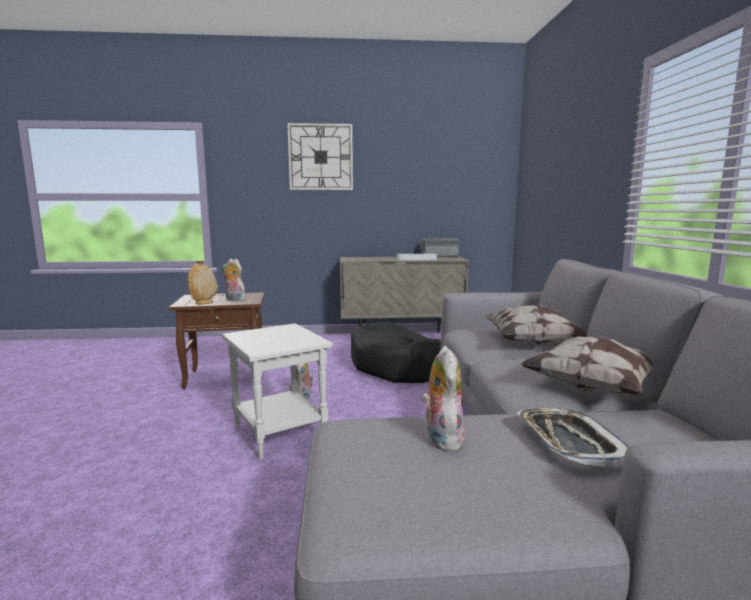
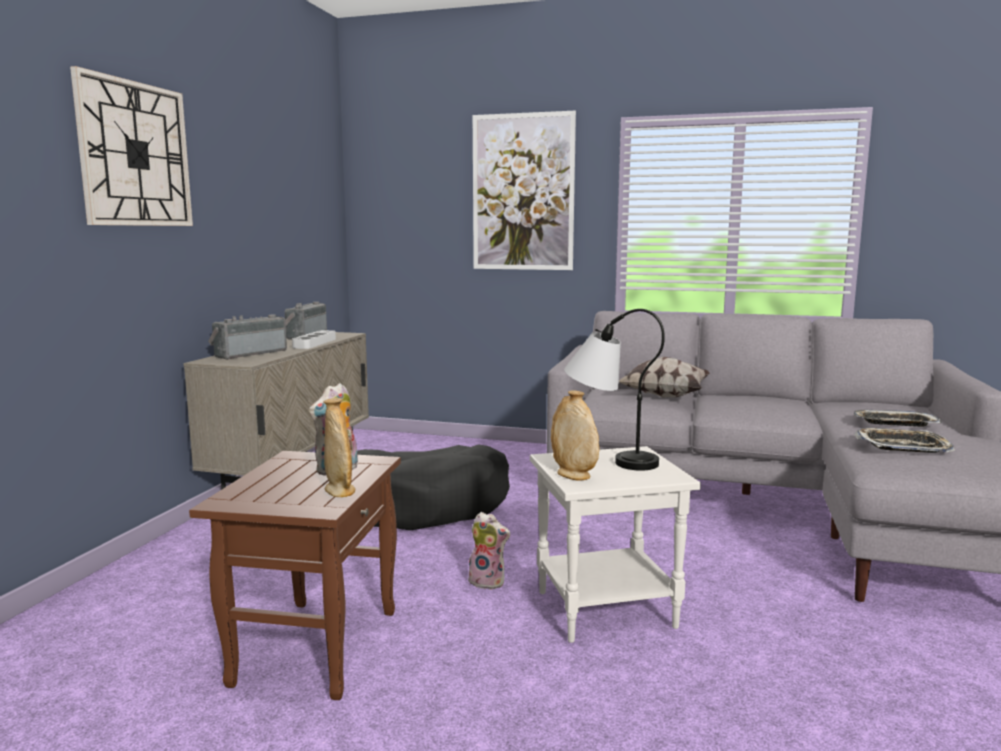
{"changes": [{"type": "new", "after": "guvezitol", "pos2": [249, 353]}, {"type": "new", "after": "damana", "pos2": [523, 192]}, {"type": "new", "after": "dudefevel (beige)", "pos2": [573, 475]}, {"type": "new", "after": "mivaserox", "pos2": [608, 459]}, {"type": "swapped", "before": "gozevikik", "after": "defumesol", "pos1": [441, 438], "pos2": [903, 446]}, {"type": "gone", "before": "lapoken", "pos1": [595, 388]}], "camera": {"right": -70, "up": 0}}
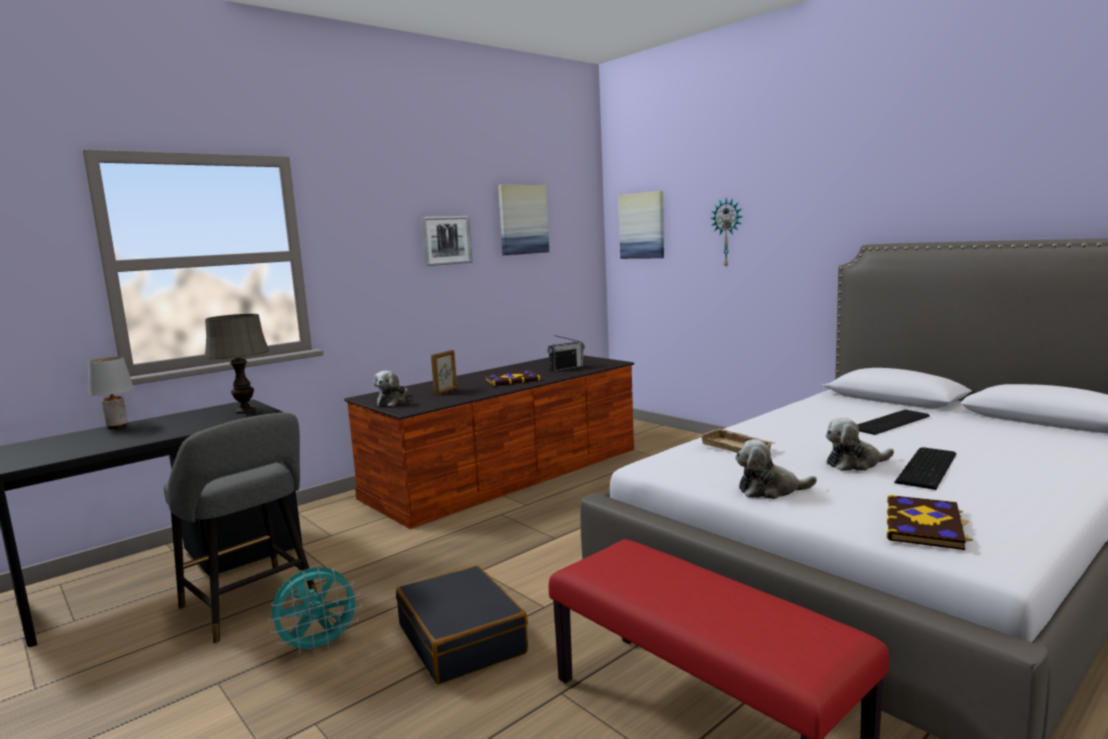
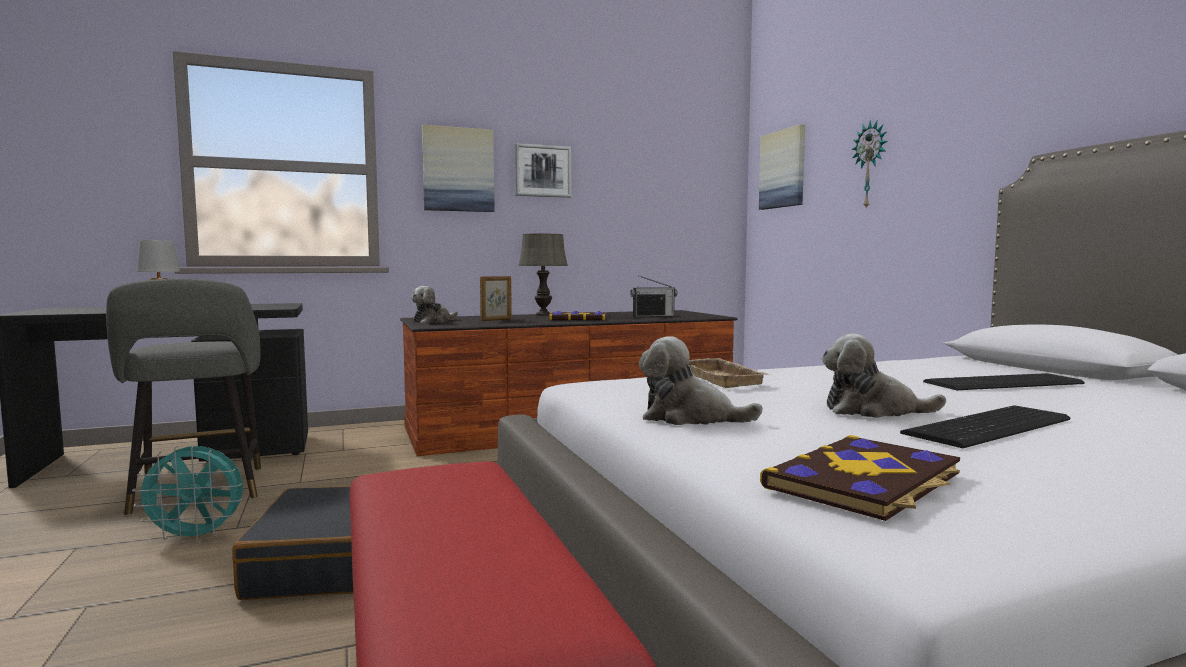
{"changes": [{"type": "shifted", "before": "damana", "pos1": [523, 219], "pos2": [458, 169]}, {"type": "shifted", "before": "mivaserox (grey)", "pos1": [245, 411], "pos2": [543, 315]}], "camera": {"right": 20, "up": -5}}
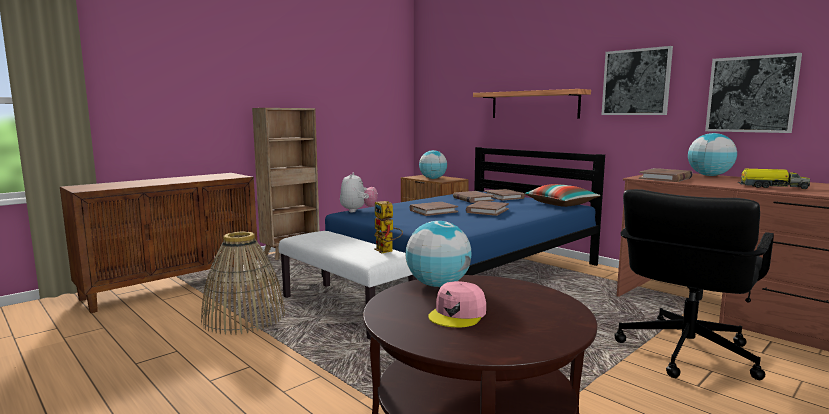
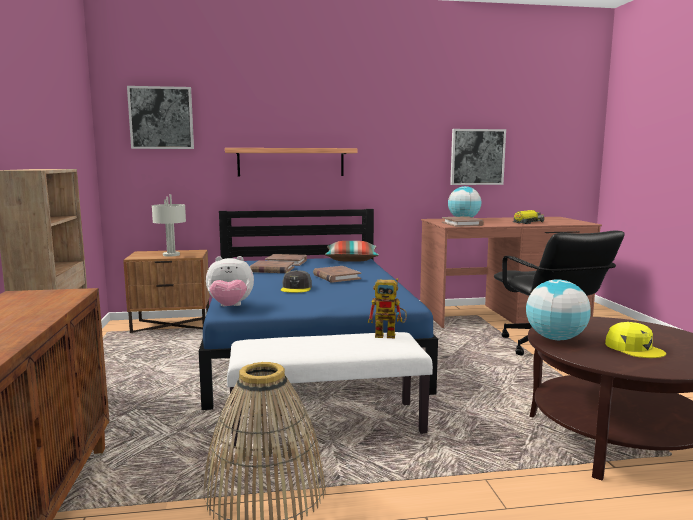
{"changes": [{"type": "shifted", "before": "damana", "pos1": [636, 82], "pos2": [161, 118]}, {"type": "swapped", "before": "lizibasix", "after": "mivaserox (grey)", "pos1": [433, 178], "pos2": [171, 255]}, {"type": "rotated", "before": "gozevikik", "pos1": [358, 211], "pos2": [230, 307], "turn": 135}, {"type": "swapped", "before": "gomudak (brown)", "after": "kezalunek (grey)", "pos1": [433, 211], "pos2": [296, 288]}, {"type": "repainted", "before": "kezalunek (pink)", "after": "kezalunek (yellow)", "pos1": [458, 314], "pos2": [634, 348]}], "camera": {"right": -55, "up": 0}}
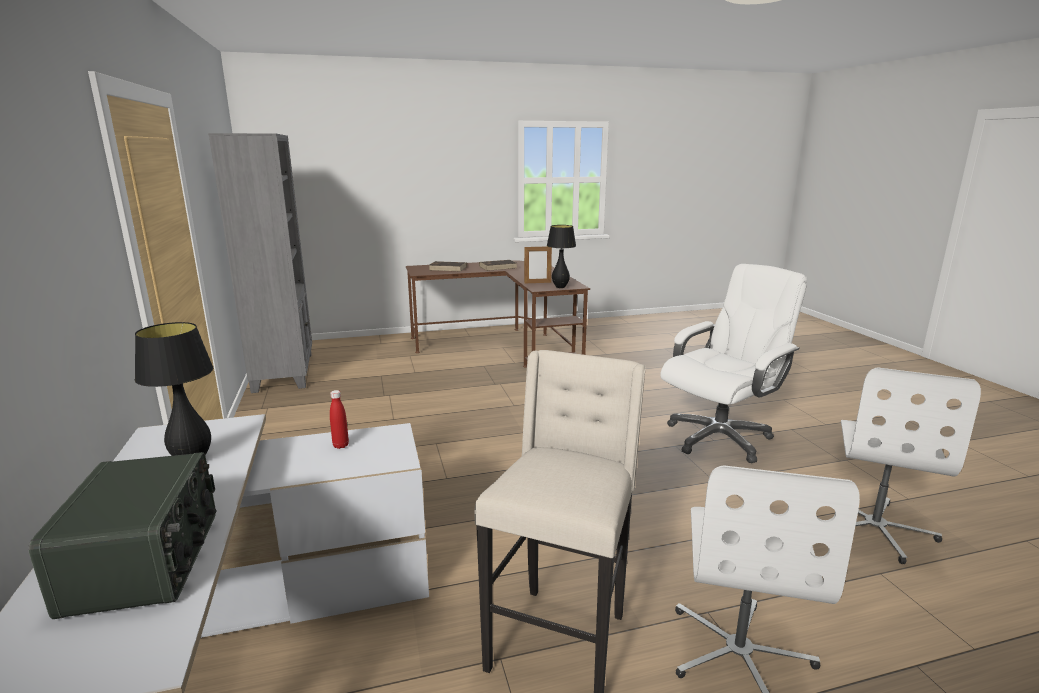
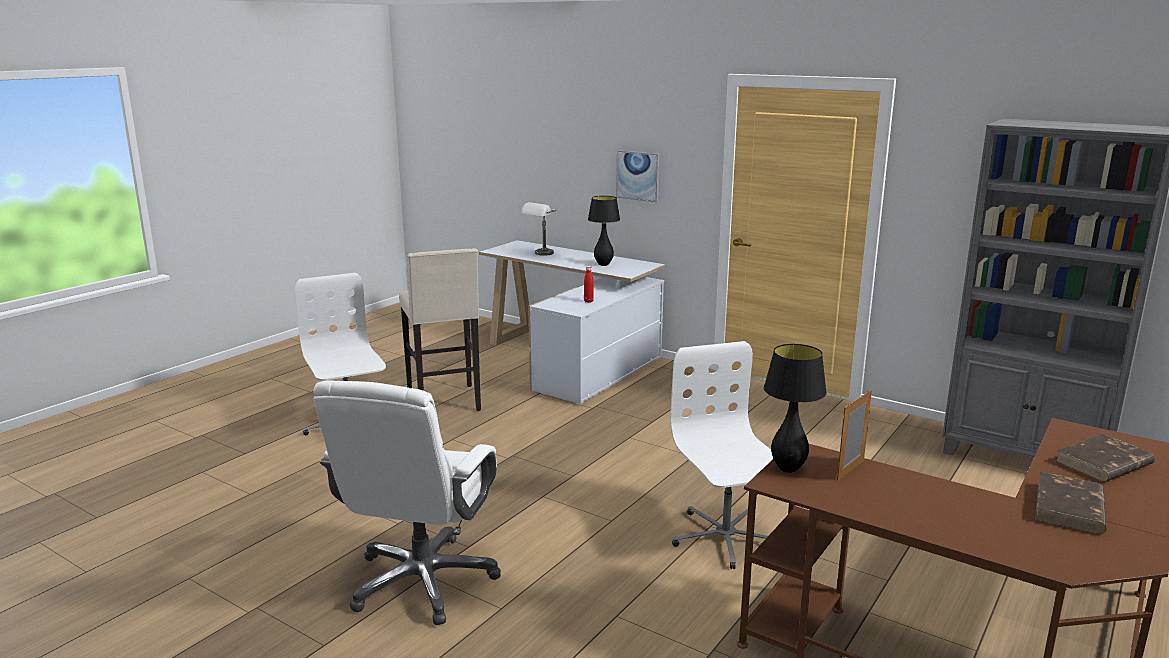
{"changes": [{"type": "swapped", "before": "guvezitol", "after": "mivaserox (grey)", "pos1": [148, 561], "pos2": [540, 254]}, {"type": "new", "after": "damana", "pos2": [638, 175]}, {"type": "shifted", "before": "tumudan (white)", "pos1": [875, 528], "pos2": [725, 538]}], "camera": {"right": 140, "up": 0}}
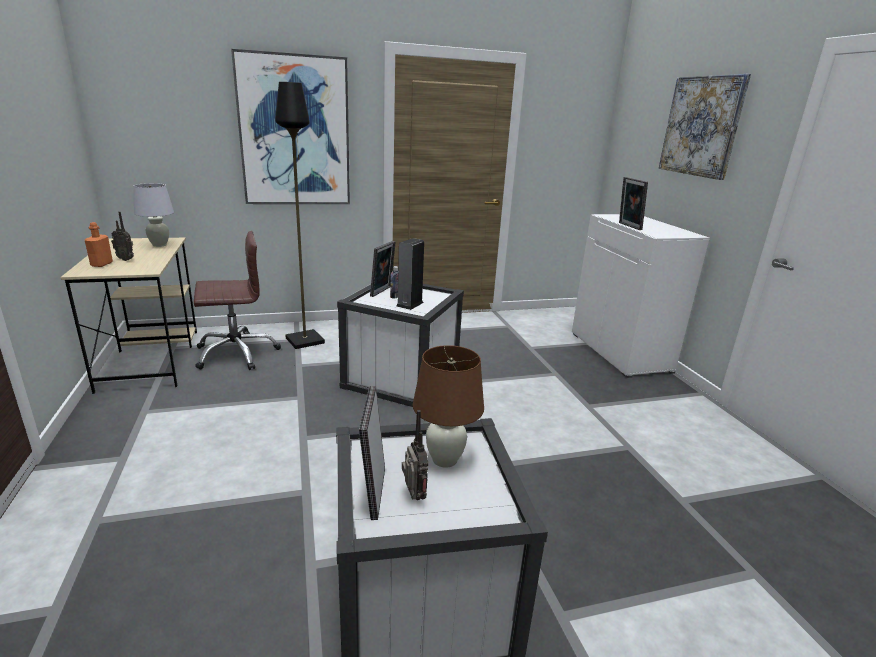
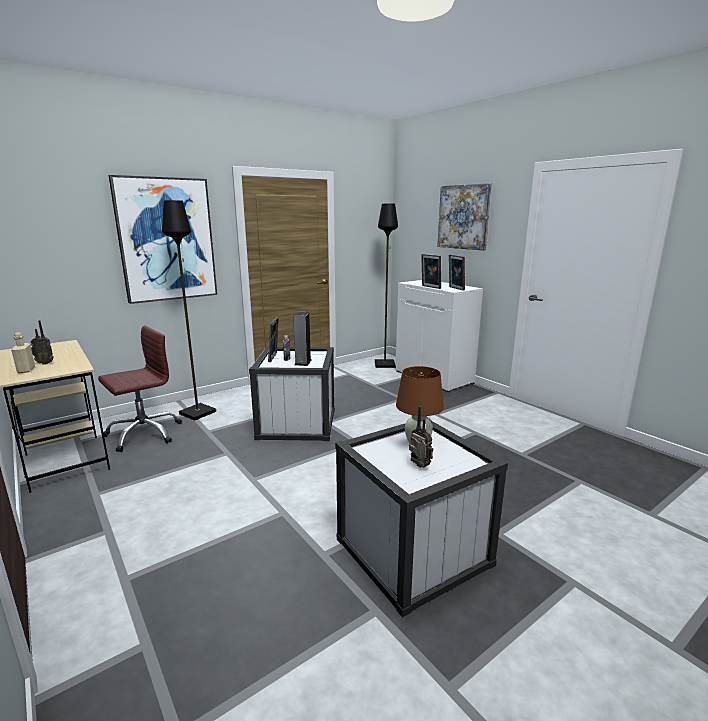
{"changes": [{"type": "repainted", "before": "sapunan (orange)", "after": "sapunan (beige)", "pos1": [101, 264], "pos2": [26, 370]}, {"type": "new", "after": "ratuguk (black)", "pos2": [385, 364]}, {"type": "shifted", "before": "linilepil", "pos1": [373, 492], "pos2": [455, 288]}, {"type": "gone", "before": "mivaserox (white)", "pos1": [159, 245]}], "camera": {"right": -20, "up": -5}}
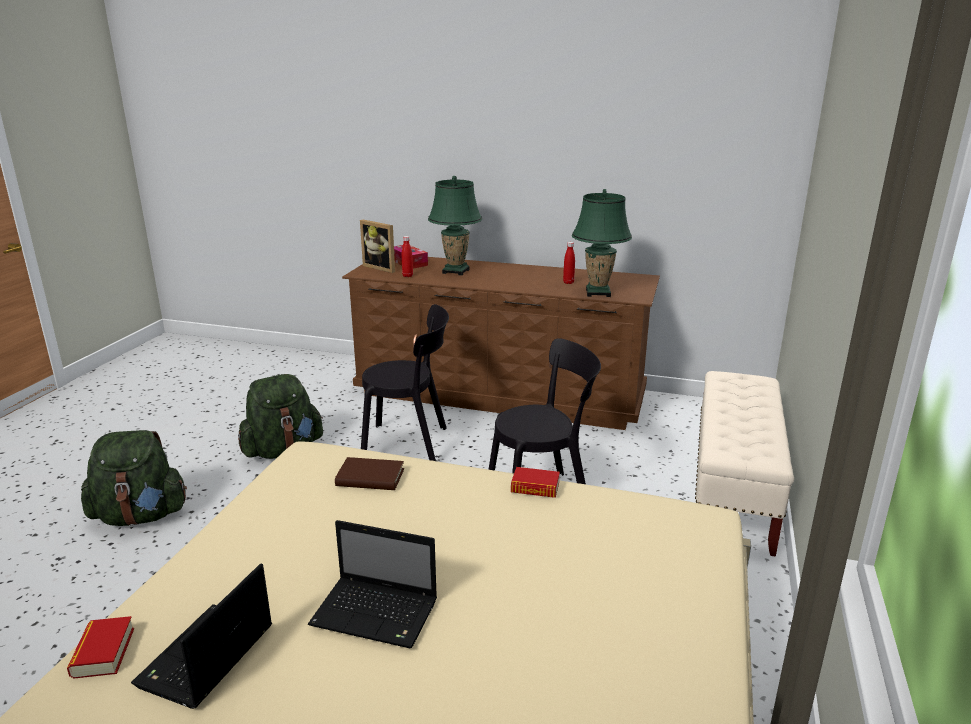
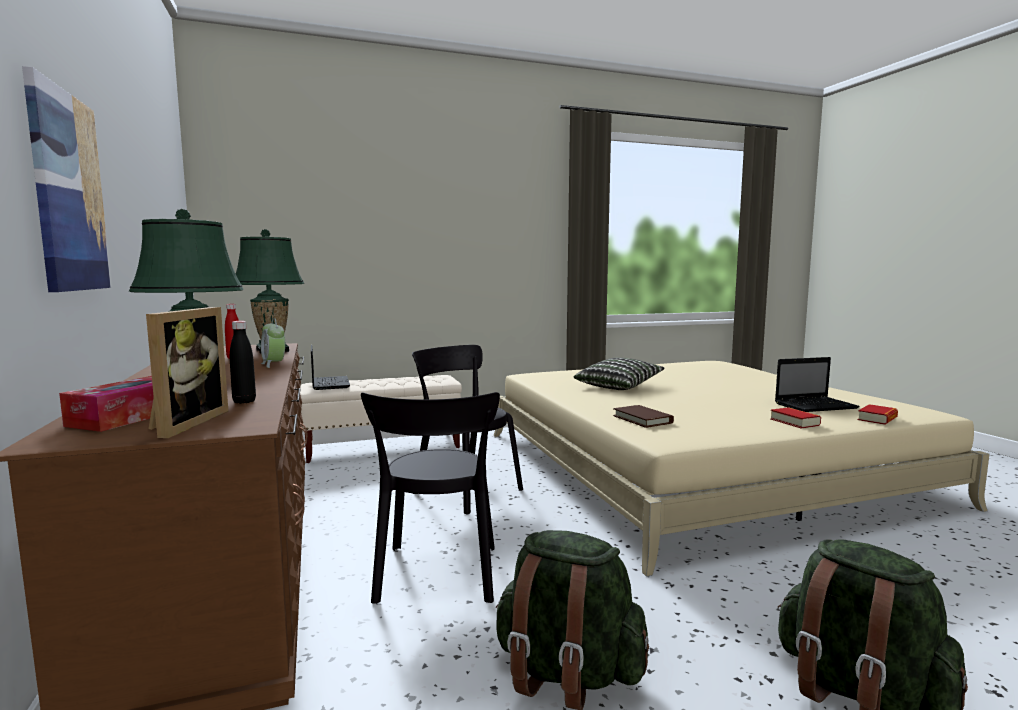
{"changes": [{"type": "new", "after": "damana", "pos2": [68, 192]}, {"type": "repainted", "before": "sapunan (red)", "after": "sapunan (black)", "pos1": [407, 276], "pos2": [244, 401]}, {"type": "new", "after": "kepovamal", "pos2": [274, 364]}, {"type": "shifted", "before": "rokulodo", "pos1": [377, 613], "pos2": [330, 384]}, {"type": "rotated", "before": "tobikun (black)", "pos1": [410, 445], "pos2": [437, 577], "turn": -150}, {"type": "new", "after": "lapoken", "pos2": [618, 386]}, {"type": "shifted", "before": "gomudak", "pos1": [535, 487], "pos2": [794, 422]}], "camera": {"right": -125, "up": -15}}
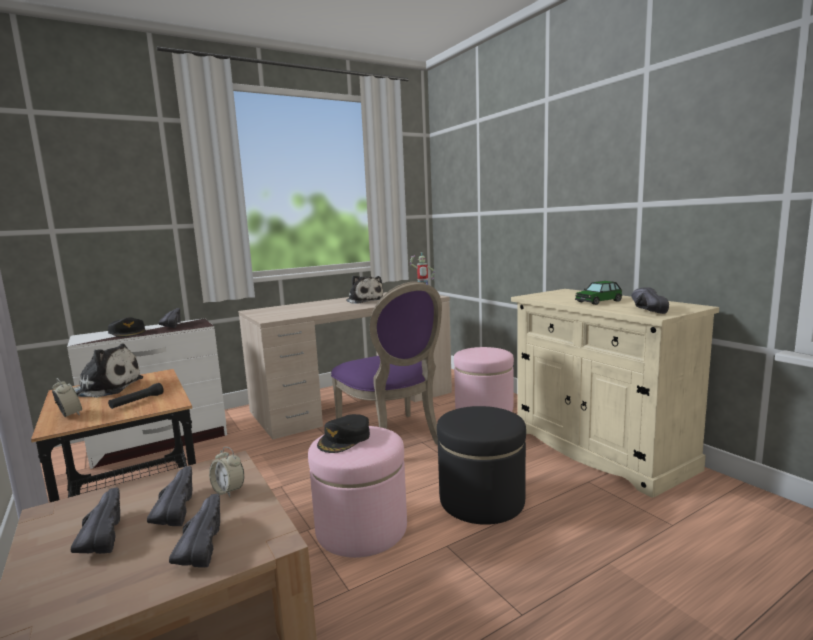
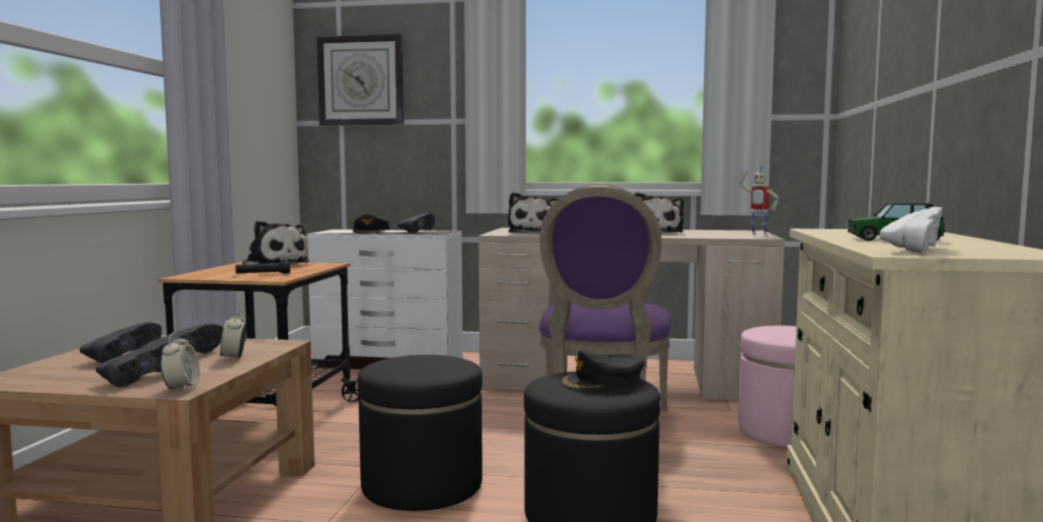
{"changes": [{"type": "shifted", "before": "kepovamal", "pos1": [70, 415], "pos2": [181, 388]}, {"type": "new", "after": "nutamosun", "pos2": [361, 81]}, {"type": "repainted", "before": "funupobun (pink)", "after": "funupobun (black)", "pos1": [361, 528], "pos2": [422, 485]}, {"type": "new", "after": "gozevikik", "pos2": [534, 232]}, {"type": "shifted", "before": "kezalunek (black)", "pos1": [345, 439], "pos2": [602, 381]}, {"type": "repainted", "before": "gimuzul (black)", "after": "gimuzul (white)", "pos1": [643, 310], "pos2": [909, 249]}], "camera": {"right": 40, "up": -5}}
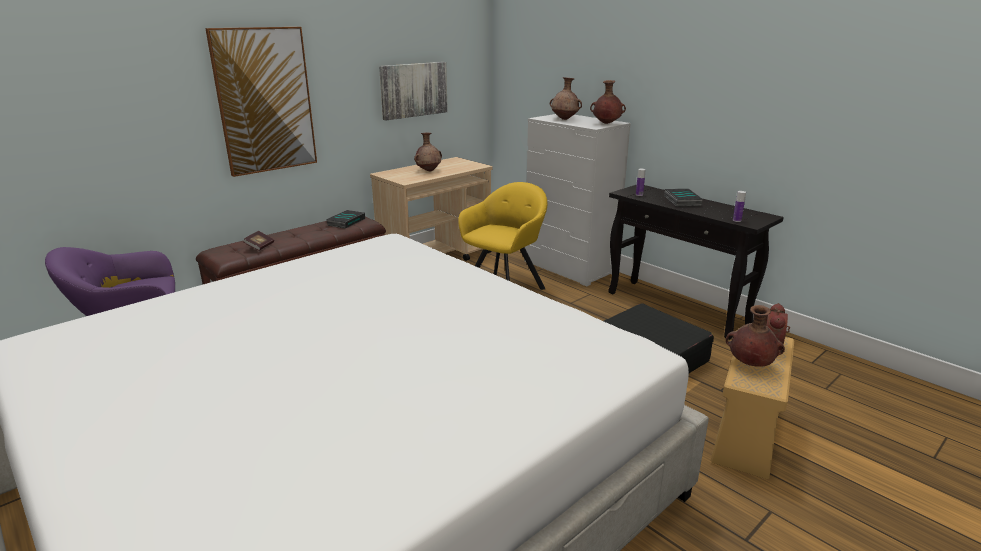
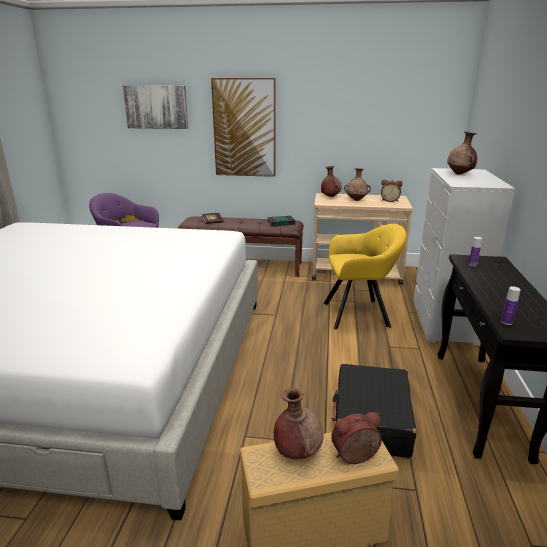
{"changes": [{"type": "shifted", "before": "damana", "pos1": [413, 90], "pos2": [156, 107]}, {"type": "shifted", "before": "dudefevel (brown)", "pos1": [606, 124], "pos2": [330, 197]}, {"type": "new", "after": "kepovamal", "pos2": [390, 200]}, {"type": "gone", "before": "gomudak", "pos1": [681, 200]}], "camera": {"right": 50, "up": 0}}
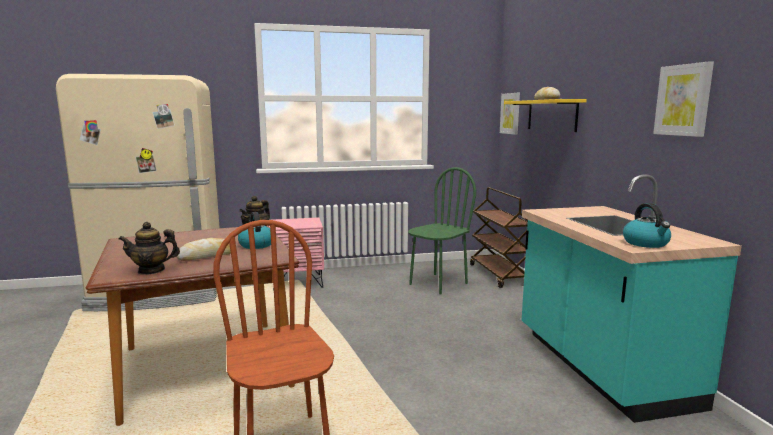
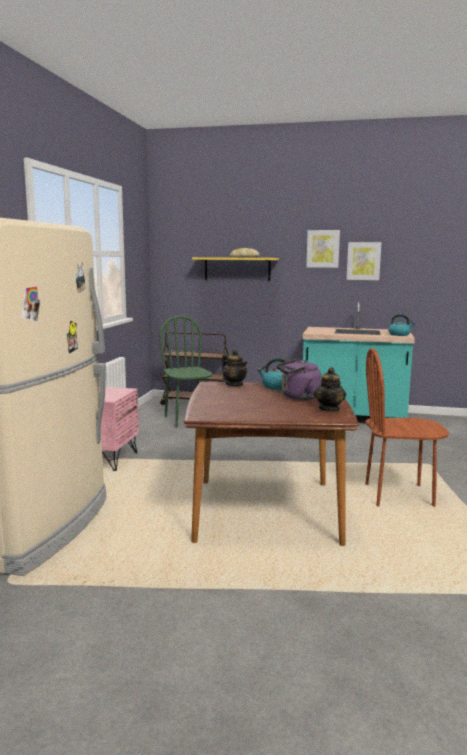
{"changes": [{"type": "swapped", "before": "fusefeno", "after": "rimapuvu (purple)", "pos1": [207, 256], "pos2": [298, 397]}, {"type": "shifted", "before": "damana", "pos1": [510, 113], "pos2": [323, 249]}], "camera": {"right": -65, "up": 0}}
